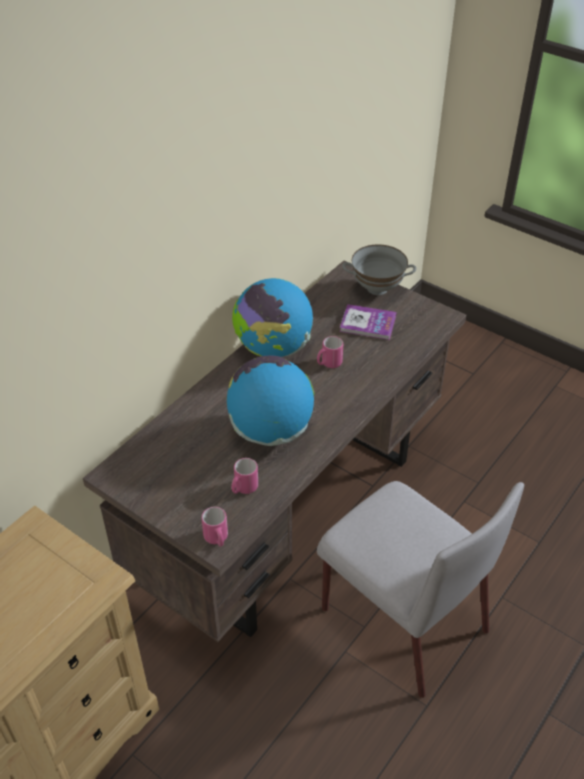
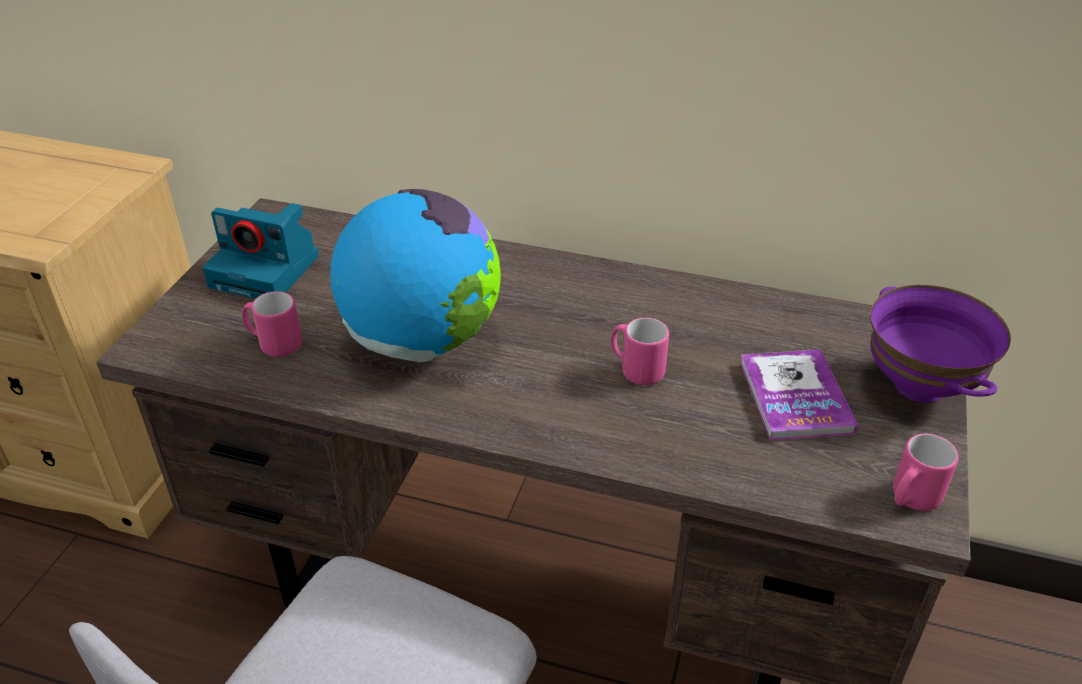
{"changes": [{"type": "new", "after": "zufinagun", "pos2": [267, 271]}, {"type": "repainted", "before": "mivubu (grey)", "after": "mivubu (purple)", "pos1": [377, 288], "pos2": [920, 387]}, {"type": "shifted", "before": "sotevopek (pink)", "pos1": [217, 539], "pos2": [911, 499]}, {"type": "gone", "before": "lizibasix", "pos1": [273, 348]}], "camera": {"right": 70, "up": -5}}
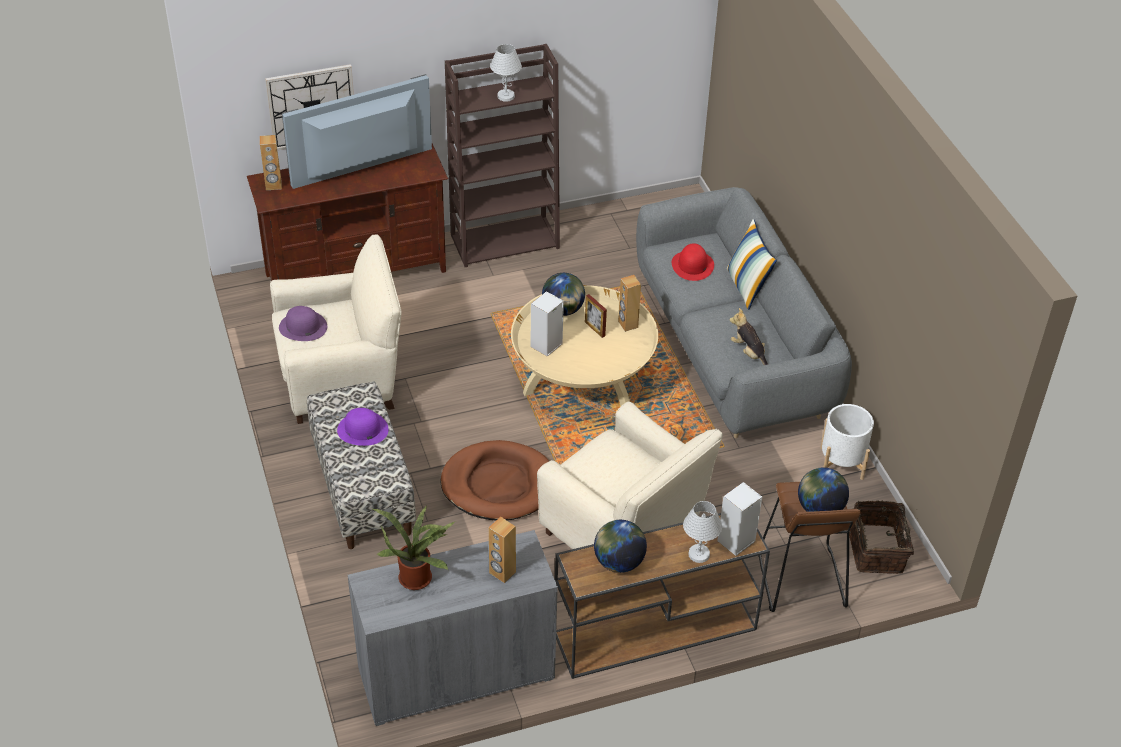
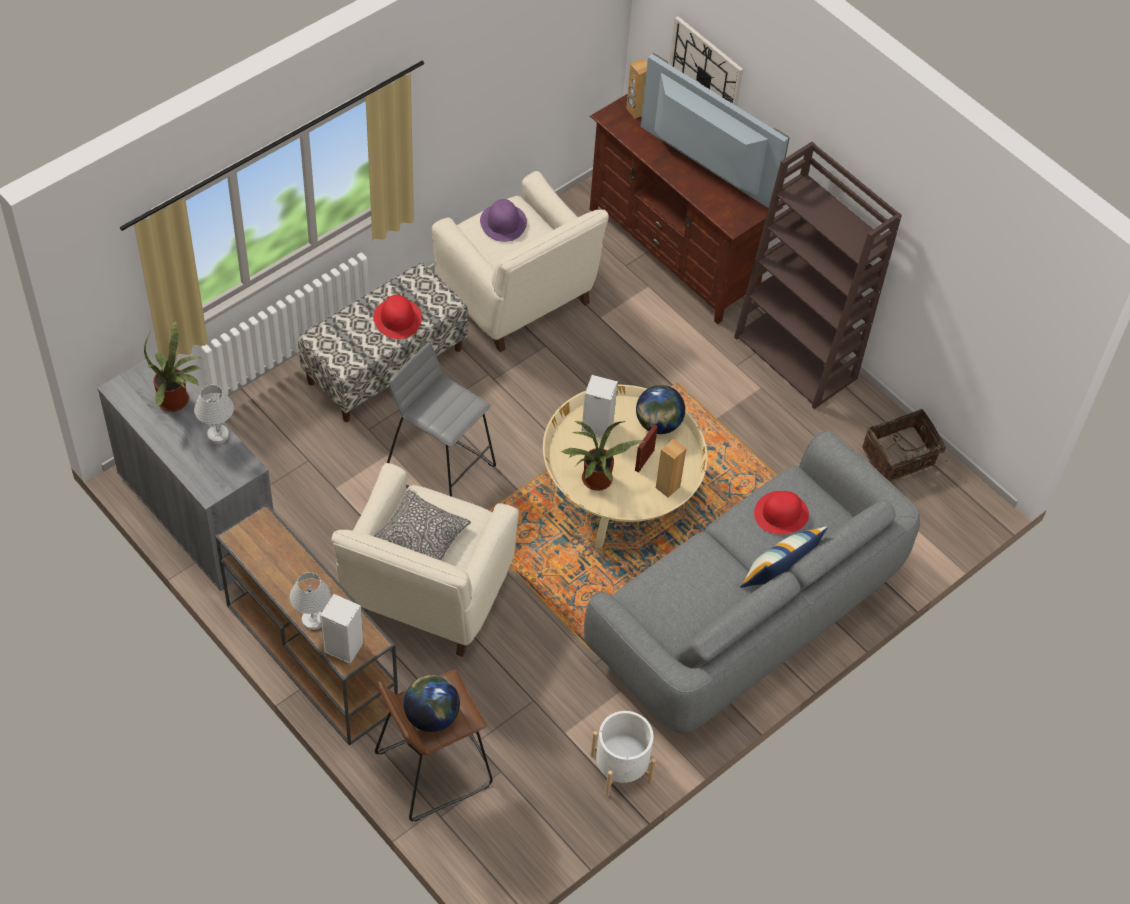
{"changes": [{"type": "shifted", "before": "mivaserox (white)", "pos1": [506, 96], "pos2": [218, 435]}, {"type": "repainted", "before": "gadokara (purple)", "after": "gadokara (red)", "pos1": [362, 429], "pos2": [397, 318]}, {"type": "new", "after": "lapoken", "pos2": [421, 537]}, {"type": "swapped", "before": "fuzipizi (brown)", "after": "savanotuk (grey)", "pos1": [498, 484], "pos2": [440, 469]}, {"type": "new", "after": "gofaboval", "pos2": [596, 482]}, {"type": "shifted", "before": "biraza", "pos1": [878, 550], "pos2": [899, 458]}, {"type": "gone", "before": "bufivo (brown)", "pos1": [502, 573]}, {"type": "gone", "before": "lizibasix", "pos1": [618, 562]}, {"type": "gone", "before": "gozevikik", "pos1": [749, 353]}], "camera": {"right": 65, "up": 10}}
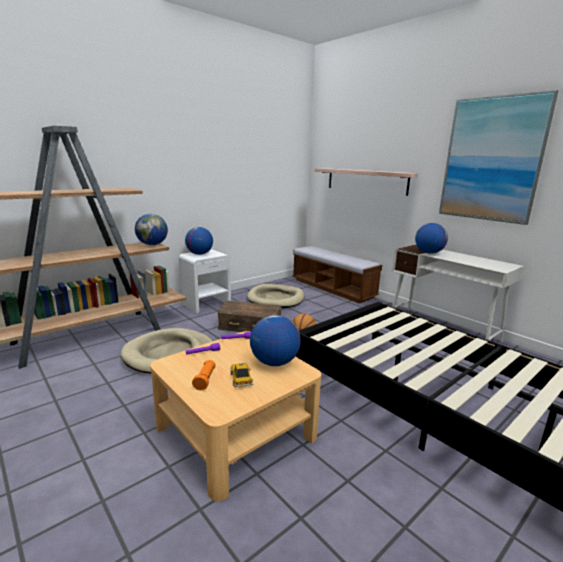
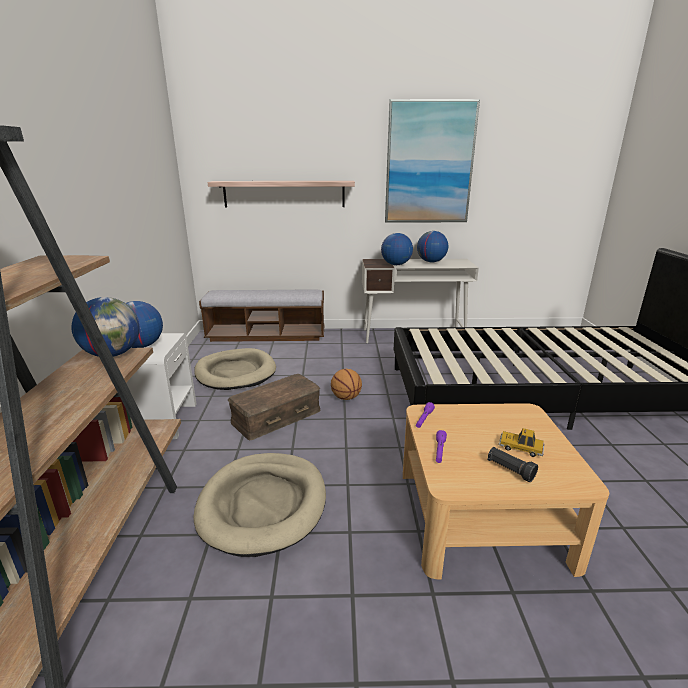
{"changes": [{"type": "shifted", "before": "lizibasix", "pos1": [274, 362], "pos2": [431, 262]}, {"type": "repainted", "before": "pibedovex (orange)", "after": "pibedovex (black)", "pos1": [205, 380], "pos2": [509, 470]}], "camera": {"right": -50, "up": 5}}
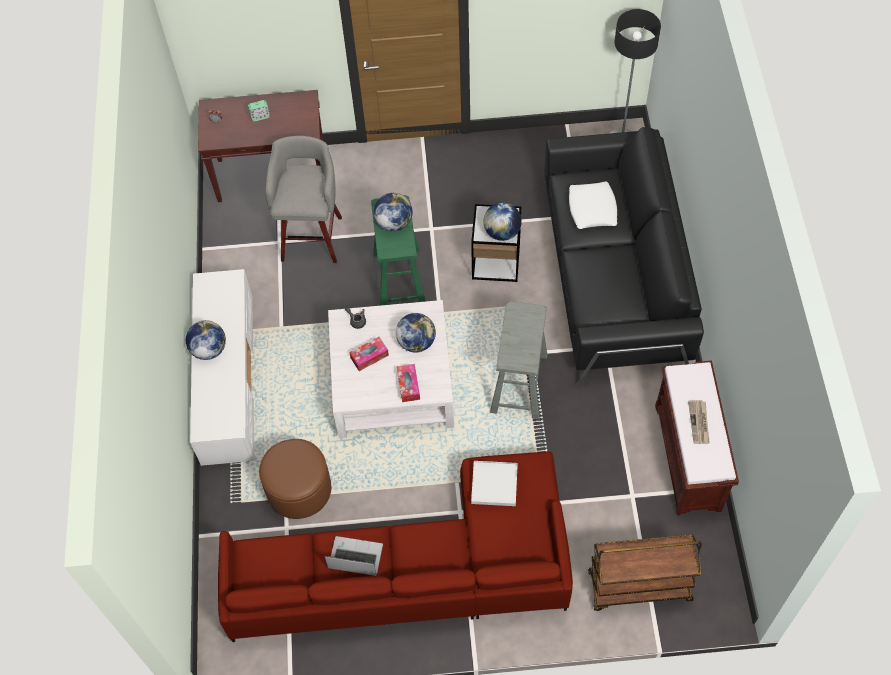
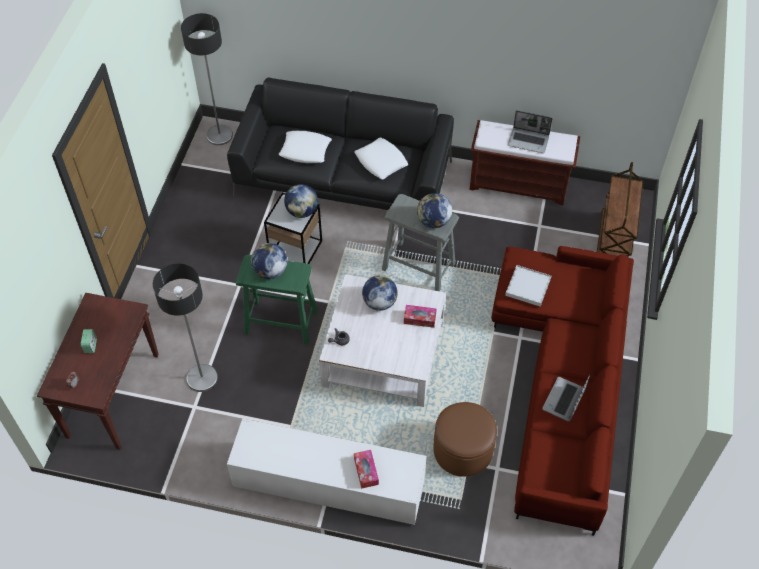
{"changes": [{"type": "swapped", "before": "savanotuk (grey)", "after": "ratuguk", "pos1": [312, 236], "pos2": [202, 378]}, {"type": "new", "after": "lapoken (white)", "pos2": [381, 161]}, {"type": "shifted", "before": "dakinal", "pos1": [369, 356], "pos2": [366, 471]}, {"type": "shifted", "before": "lizibasix", "pos1": [209, 349], "pos2": [433, 221]}, {"type": "swapped", "before": "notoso", "after": "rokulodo", "pos1": [699, 423], "pos2": [529, 141]}], "camera": {"right": -75, "up": -5}}
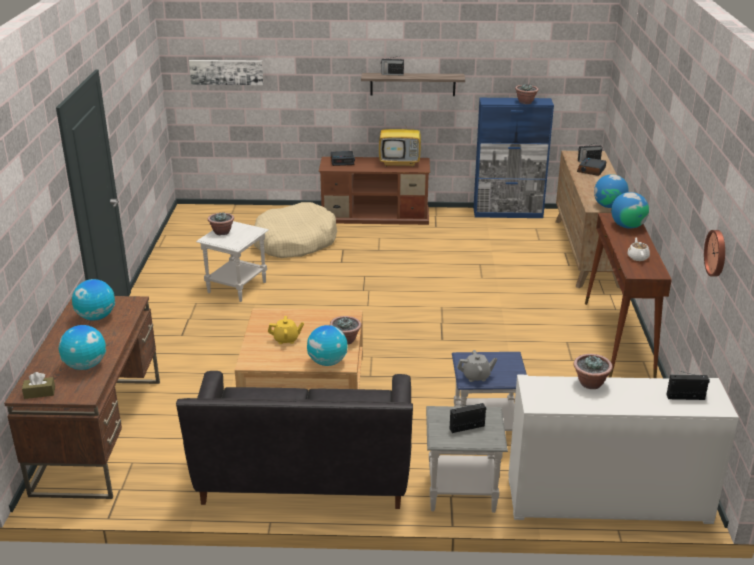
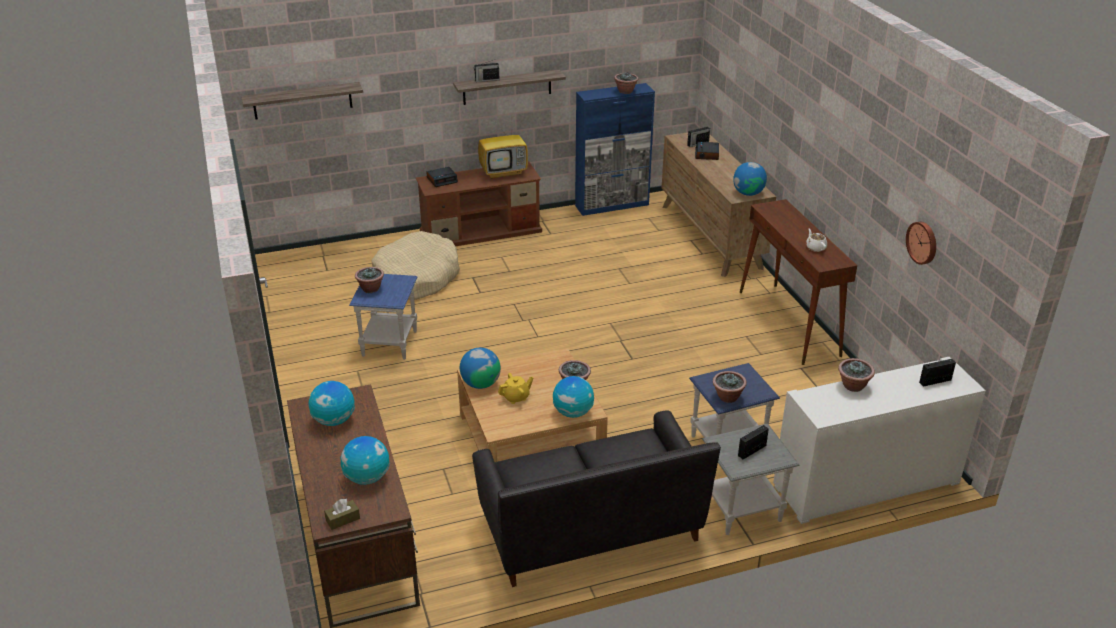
{"changes": [{"type": "swapped", "before": "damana", "after": "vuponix", "pos1": [226, 72], "pos2": [302, 101]}, {"type": "repainted", "before": "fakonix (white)", "after": "fakonix (blue)", "pos1": [237, 287], "pos2": [389, 343]}, {"type": "shifted", "before": "lizibasix", "pos1": [627, 226], "pos2": [480, 384]}, {"type": "swapped", "before": "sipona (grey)", "after": "gofaboval", "pos1": [476, 376], "pos2": [727, 397]}], "camera": {"right": -20, "up": 5}}
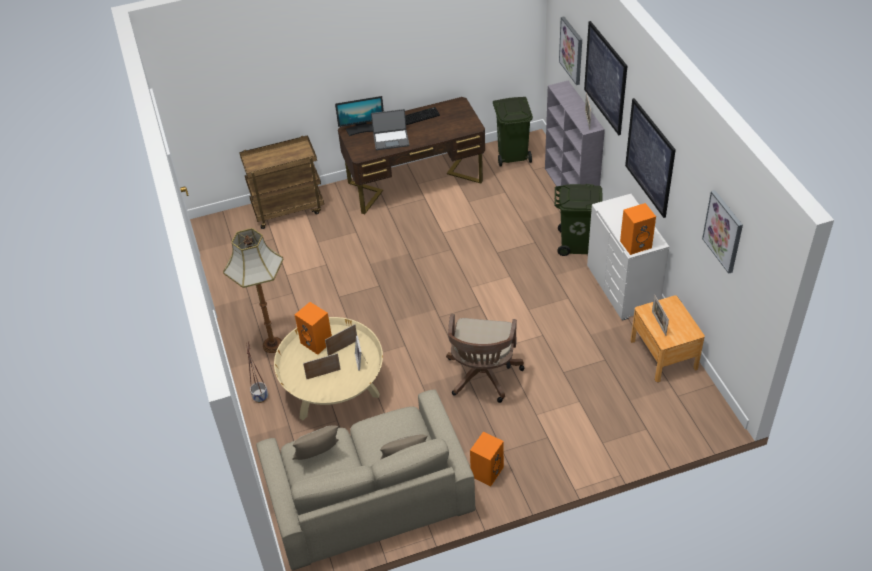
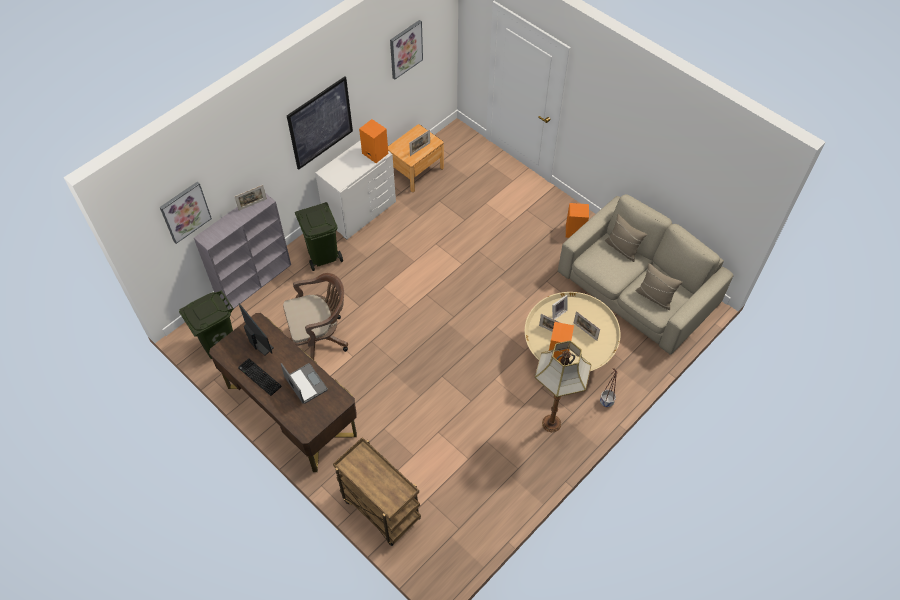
{"changes": [{"type": "shifted", "before": "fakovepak", "pos1": [362, 129], "pos2": [258, 342]}, {"type": "shifted", "before": "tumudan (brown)", "pos1": [482, 377], "pos2": [319, 338]}, {"type": "gone", "before": "damana", "pos1": [605, 78]}], "camera": {"right": -120, "up": 10}}
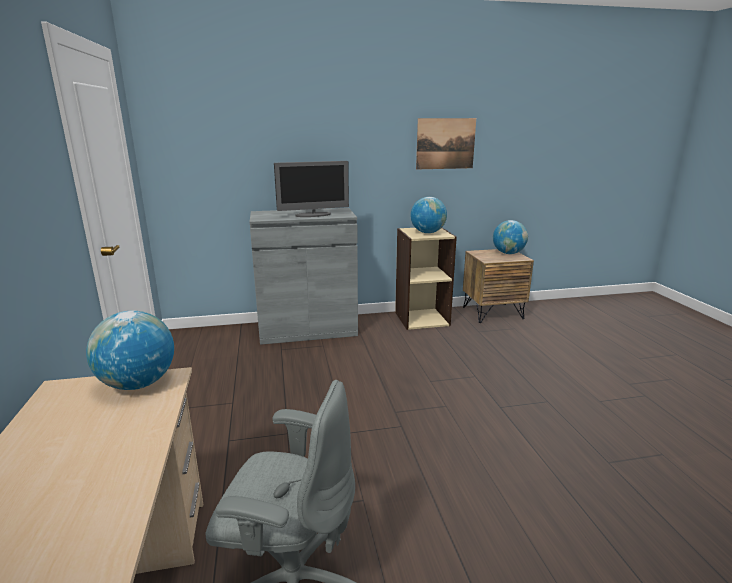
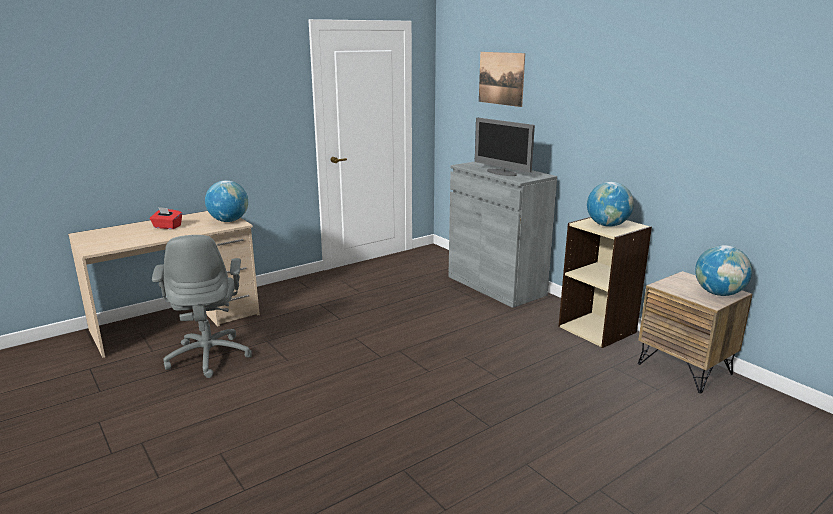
{"changes": [{"type": "new", "after": "dakinal (red)", "pos2": [167, 227]}, {"type": "shifted", "before": "damana", "pos1": [445, 143], "pos2": [501, 78]}], "camera": {"right": 65, "up": 0}}
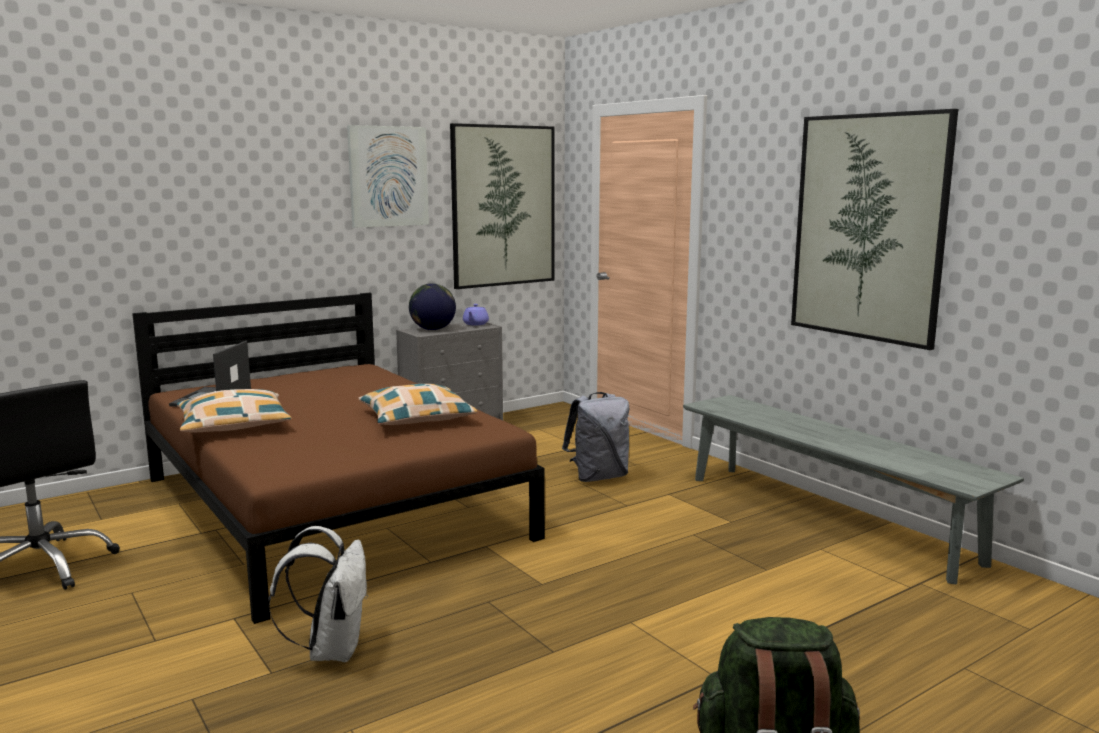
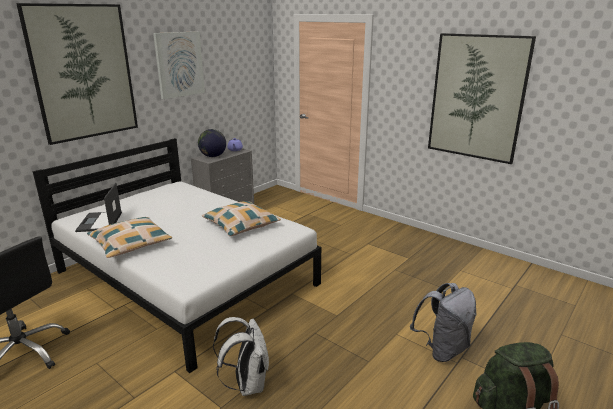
{"changes": [{"type": "shifted", "before": "damana", "pos1": [503, 206], "pos2": [83, 73]}, {"type": "repainted", "before": "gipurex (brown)", "after": "gipurex (white)", "pos1": [331, 507], "pos2": [186, 277]}, {"type": "shifted", "before": "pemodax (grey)", "pos1": [598, 477], "pos2": [442, 349]}, {"type": "gone", "before": "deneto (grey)", "pos1": [824, 518]}], "camera": {"right": -15, "up": 10}}
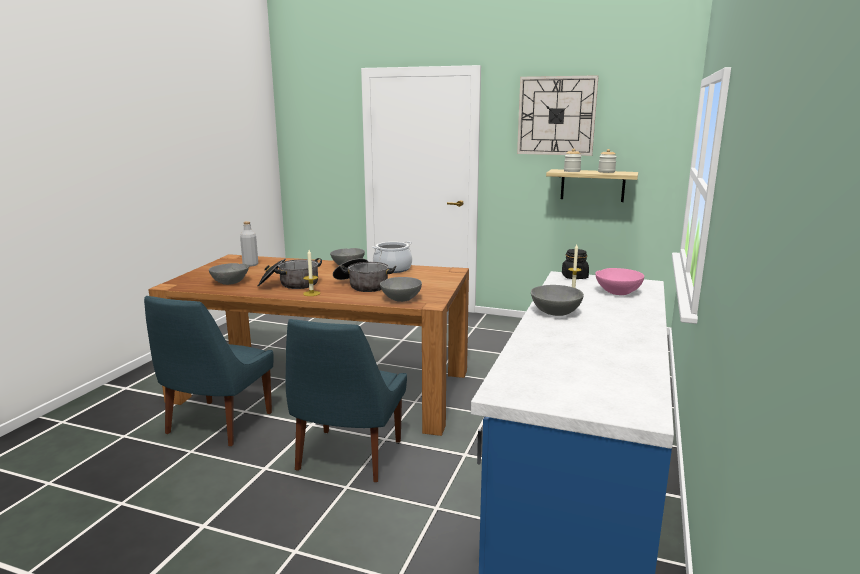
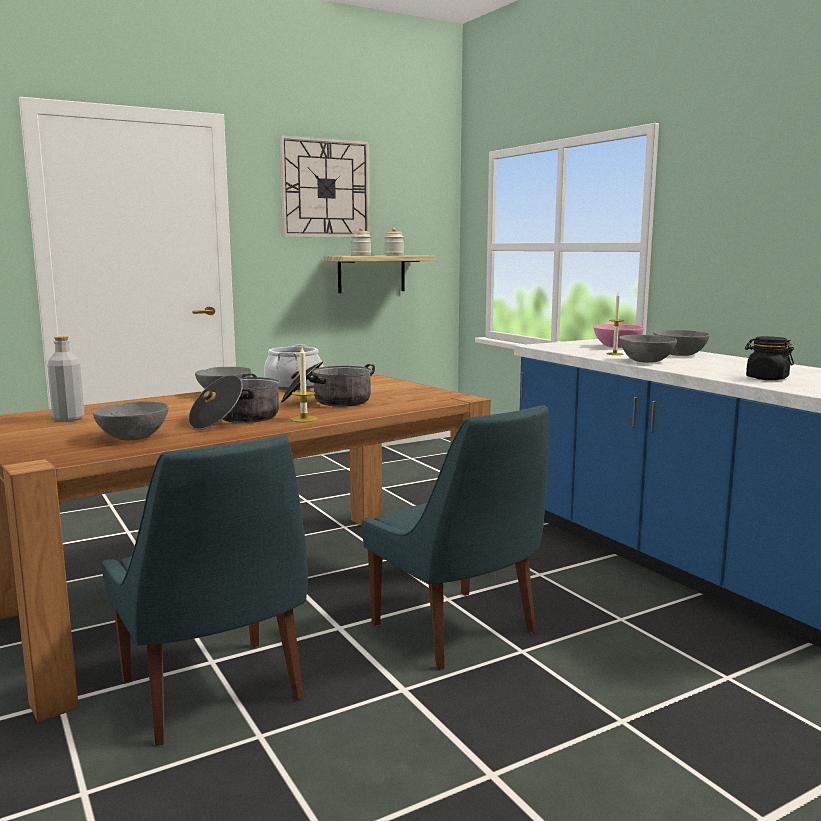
{"changes": [{"type": "shifted", "before": "mivubu (grey)", "pos1": [401, 299], "pos2": [680, 354]}, {"type": "shifted", "before": "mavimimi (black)", "pos1": [574, 277], "pos2": [766, 378]}], "camera": {"right": -50, "up": -5}}
